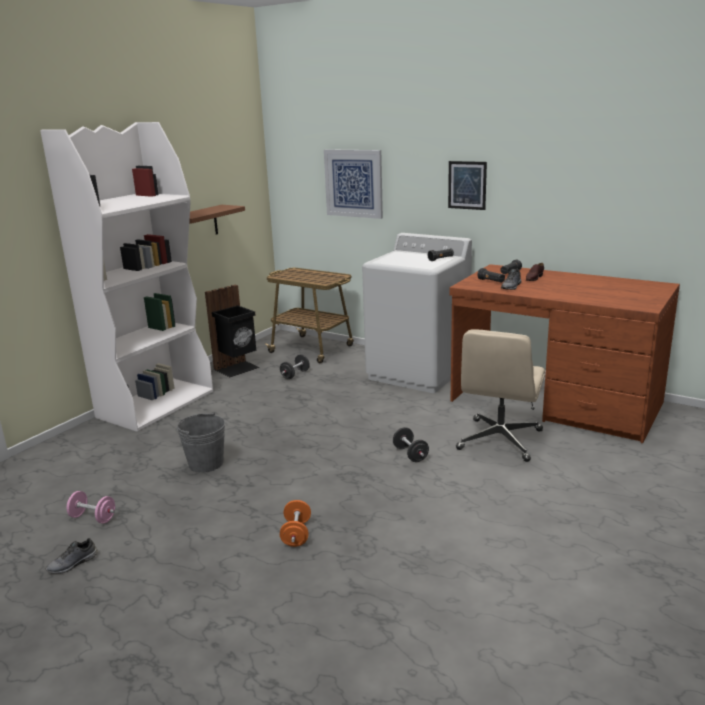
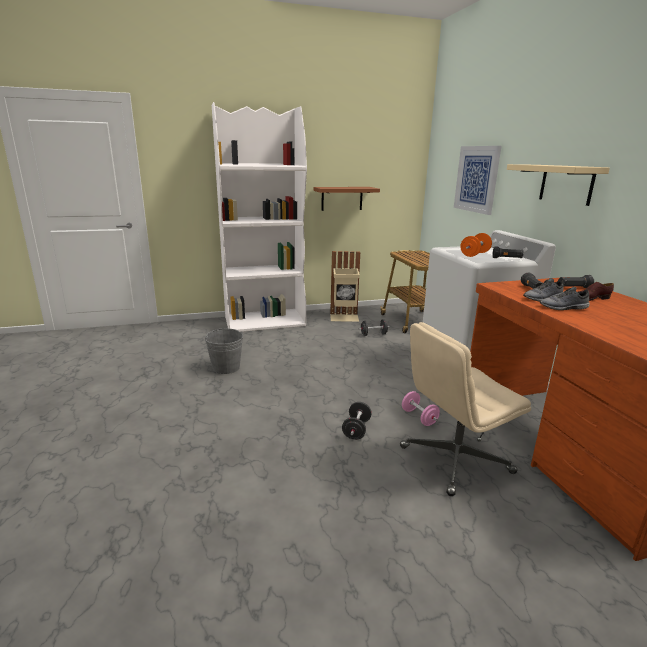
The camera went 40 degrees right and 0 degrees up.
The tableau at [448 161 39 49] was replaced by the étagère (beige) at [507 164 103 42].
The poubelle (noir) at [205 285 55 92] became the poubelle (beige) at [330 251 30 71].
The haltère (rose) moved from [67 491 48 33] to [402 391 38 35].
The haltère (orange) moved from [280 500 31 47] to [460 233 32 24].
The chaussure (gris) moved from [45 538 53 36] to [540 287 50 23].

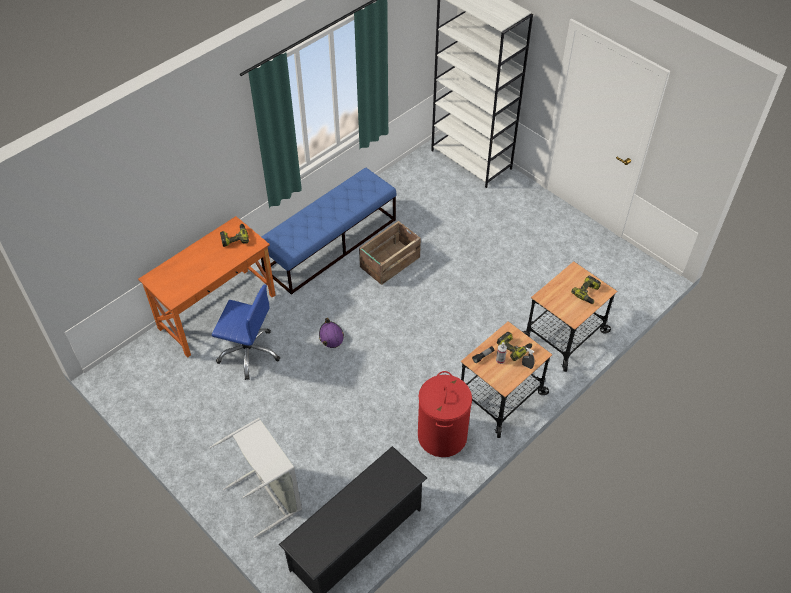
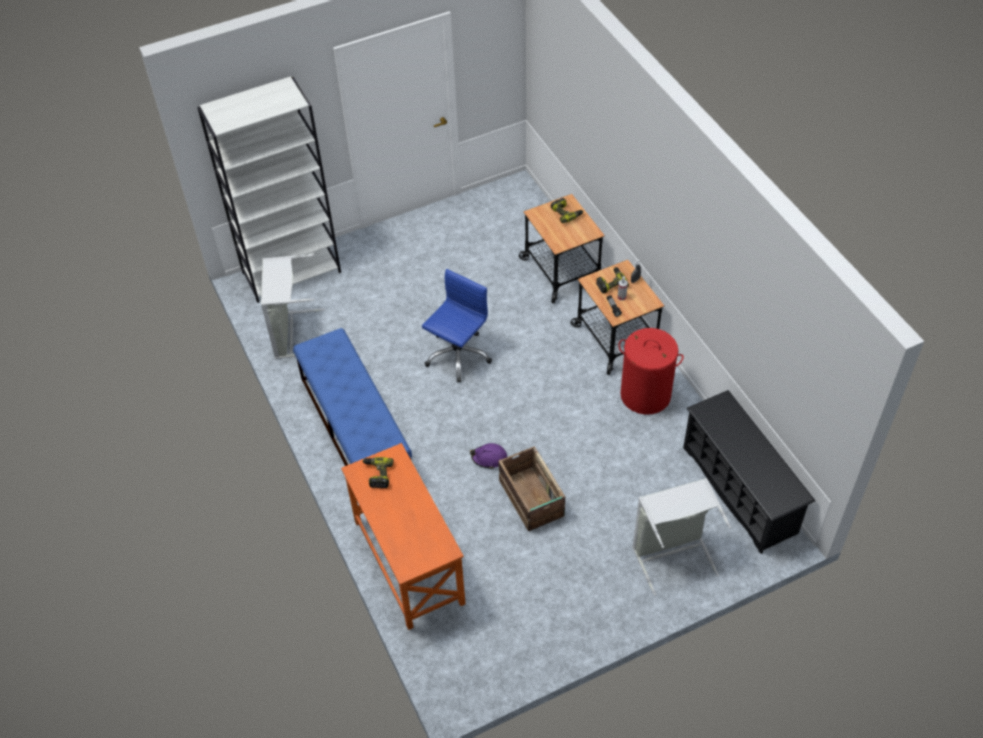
The camera went 70 degrees left and 0 degrees up.
The caisse moved from [359 221 62 64] to [498 446 67 86].
The chaise de bureau (bleu) moved from [212 284 69 96] to [422 269 70 113].
The panier à linge (gris) at [261 255 64 104] appeared.

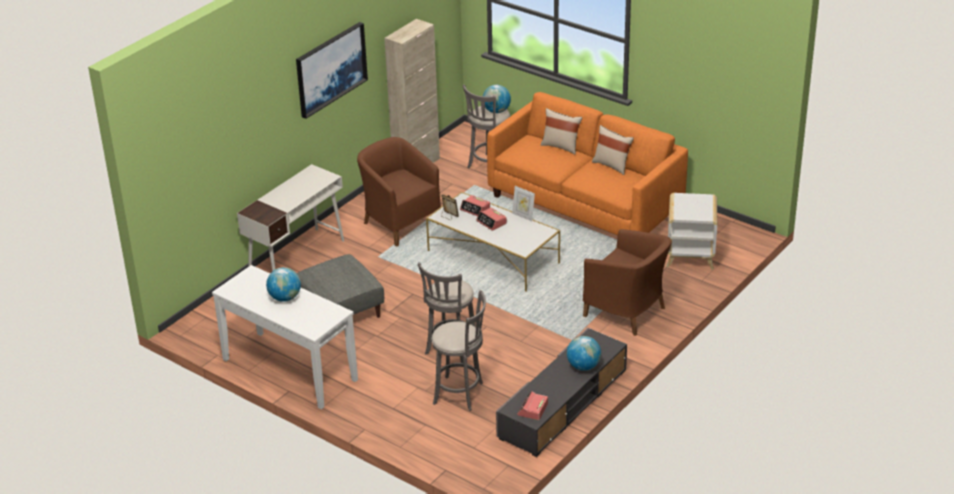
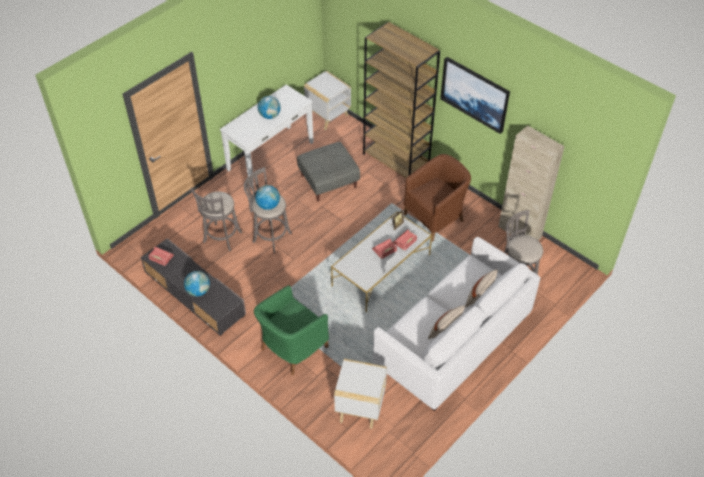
The camera went 95 degrees right and 15 degrees up.
The globe moved from [483 85 28 28] to [255 185 25 25].
The canapé (orange) at [487 92 201 143] became the canapé (blanc) at [373 237 167 175].
The bureau (blanc) at [237 164 107 107] was replaced by the bibliothèque (marron) at [363 22 77 156].
The fauteuil (marron) at [583 229 89 107] became the fauteuil (vert) at [254 286 75 89].
The table d'appoint (blanc) at [304 71 47 59] appeared.

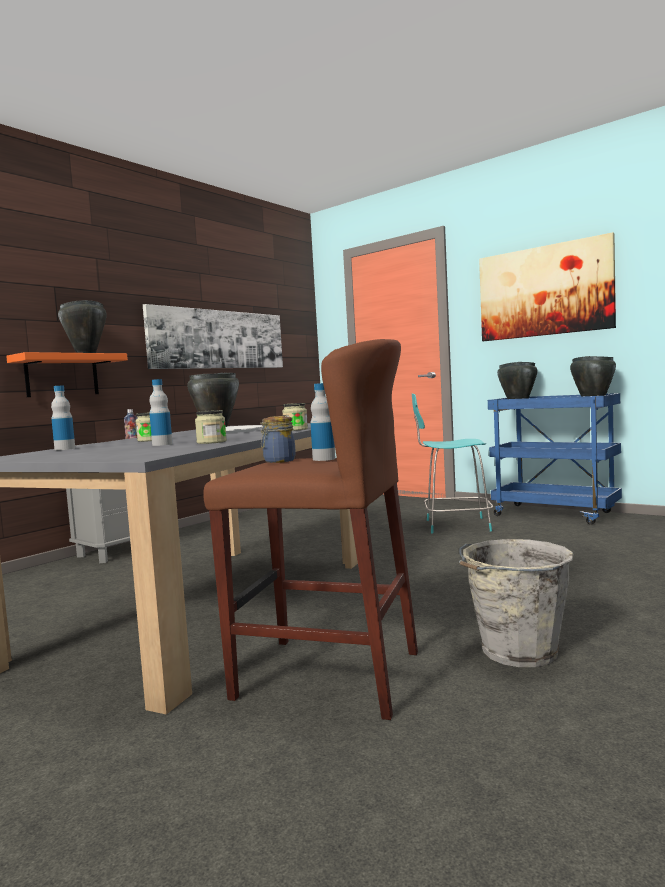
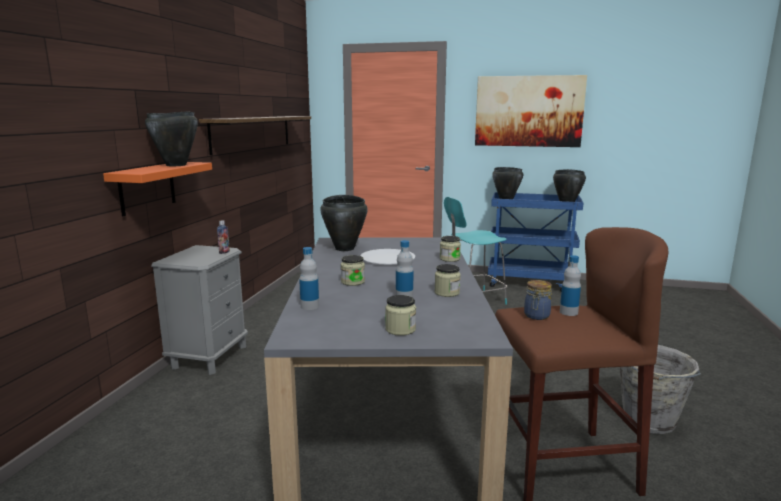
The camera went 25 degrees left and 10 degrees up.
The tableau at [143 304 140 65] was replaced by the étagère at [199 116 112 39].
The bocal at [385 295 31 41] appeared.

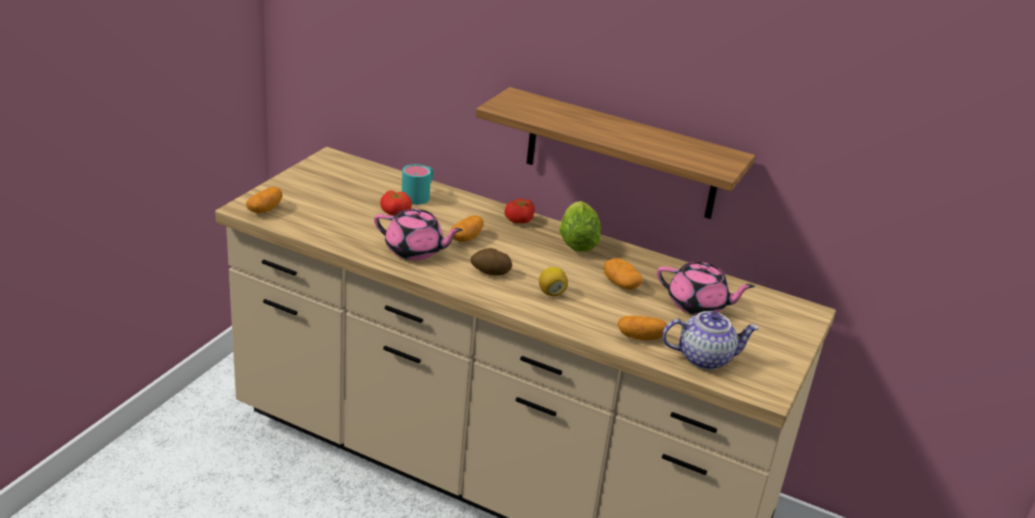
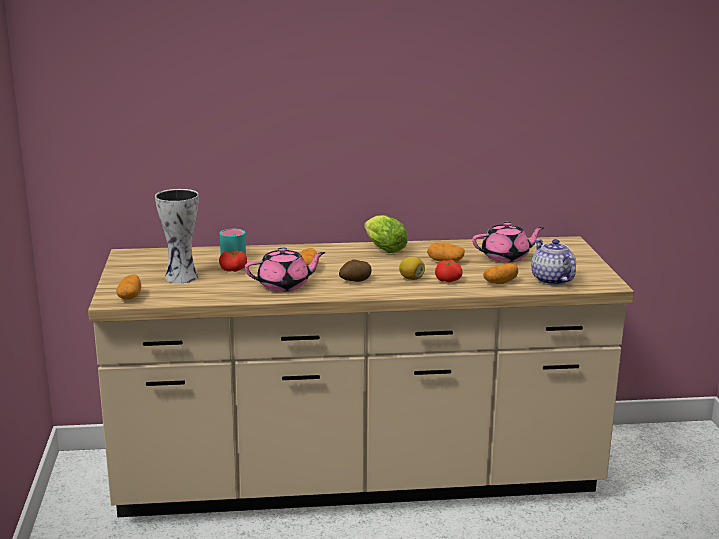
The camera went 30 degrees left and 10 degrees down.
The étagère at [476 87 279 132] disappeared.
The tomate moved from [505 198 30 25] to [435 259 28 23].
The théière at [662 311 97 59] turned 75 degrees counterclockwise.
The vase at [155 189 44 94] appeared.

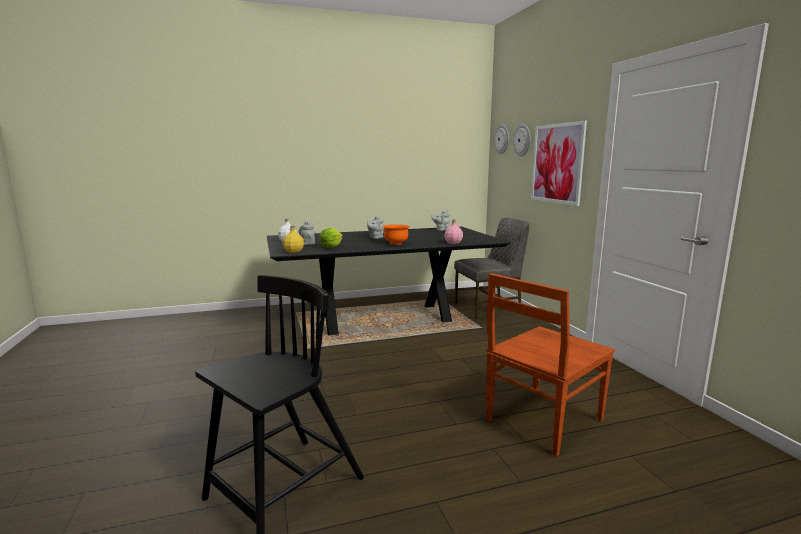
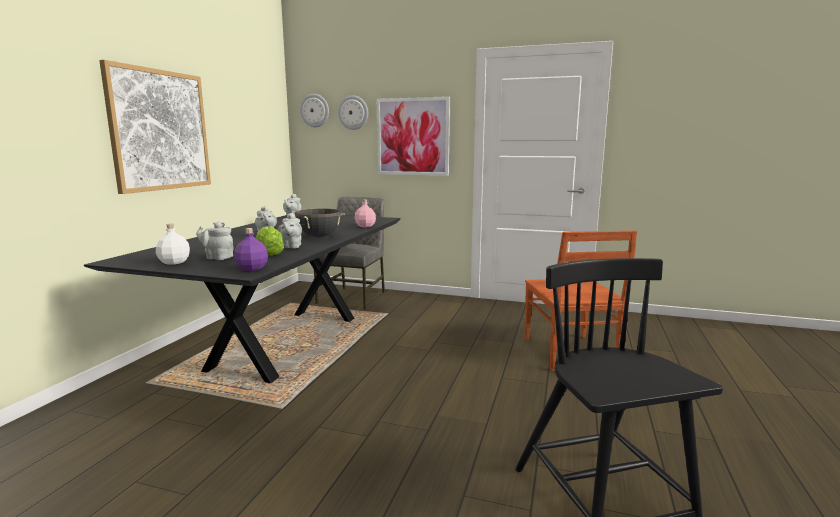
The camera went 55 degrees left and 0 degrees up.
The bol (orange) at [382 225 28 20] was replaced by the marmite (noir) at [293 208 52 29].
The bouteille (jaune) at [282 226 22 27] became the bouteille (violet) at [234 228 34 43].
The tableau at [99 60 112 134] appeared.
The théière (gris) at [278 213 24 35] appeared.

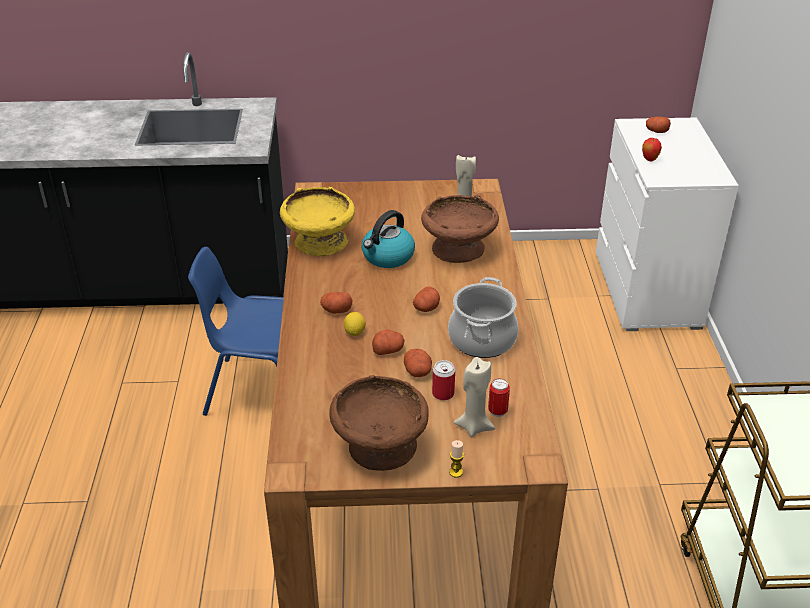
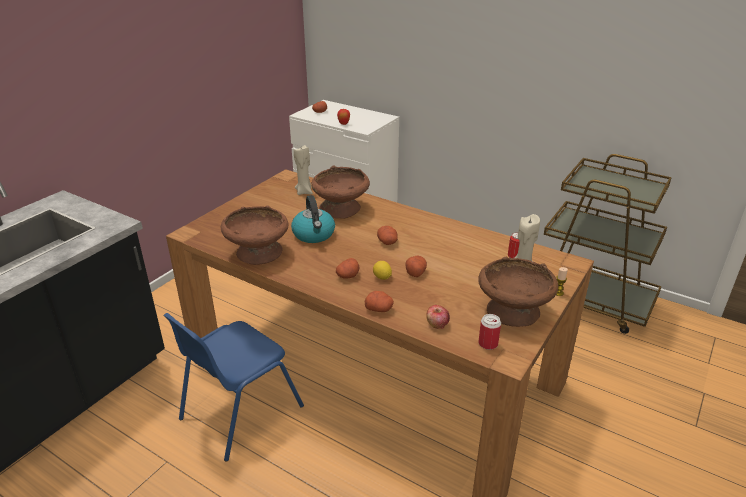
The camera went 55 degrees left and 5 degrees down.
The bol (jaune) at [280 187 75 69] became the bol (marron) at [221 206 67 59].
The marmite at [448 277 70 81] disappeared.
The pomme de terre moved from [404 349 28 28] to [365 291 29 21].
The boîte métallique moved from [432 360 23 40] to [478 314 23 36].
The pomme at [426 305 24 24] appeared.

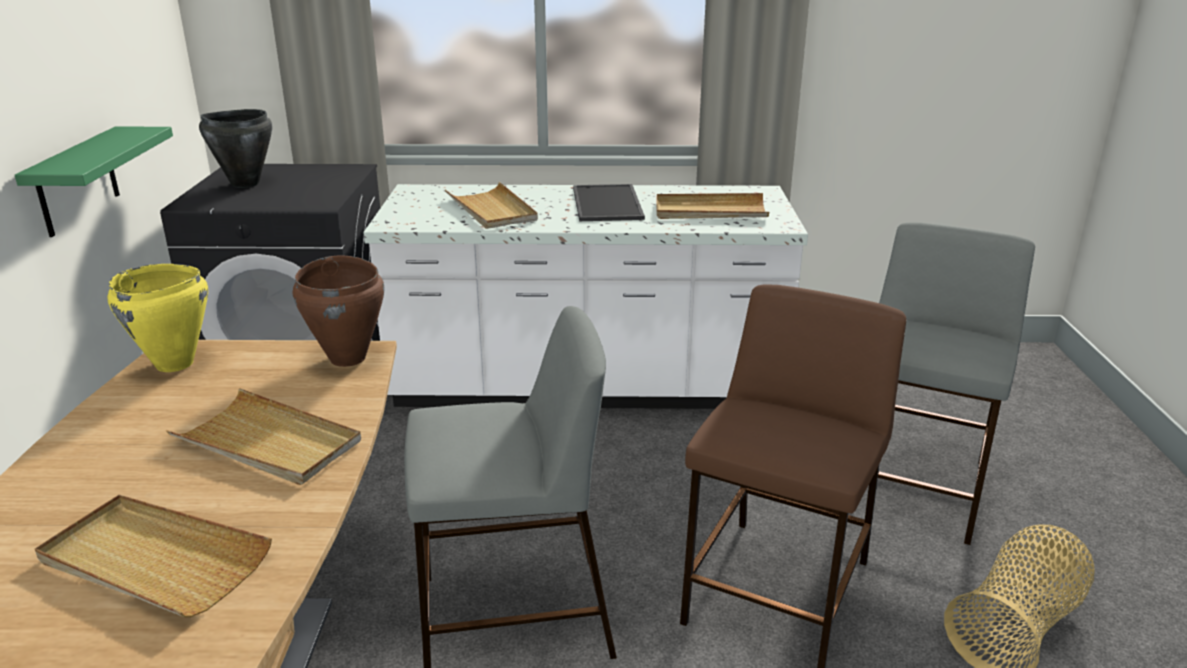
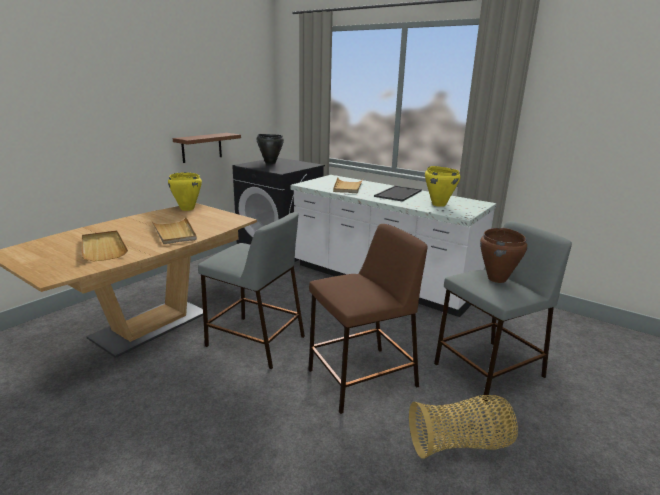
The camera went 35 degrees right and 5 degrees down.
The étagère (vert) at [15 127 158 110] became the étagère (marron) at [173 133 68 30].
The plateau (beige) at [656 193 113 26] was replaced by the marmite (jaune) at [425 166 36 41].
The marmite (marron) moved from [293 256 92 111] to [480 228 47 55].

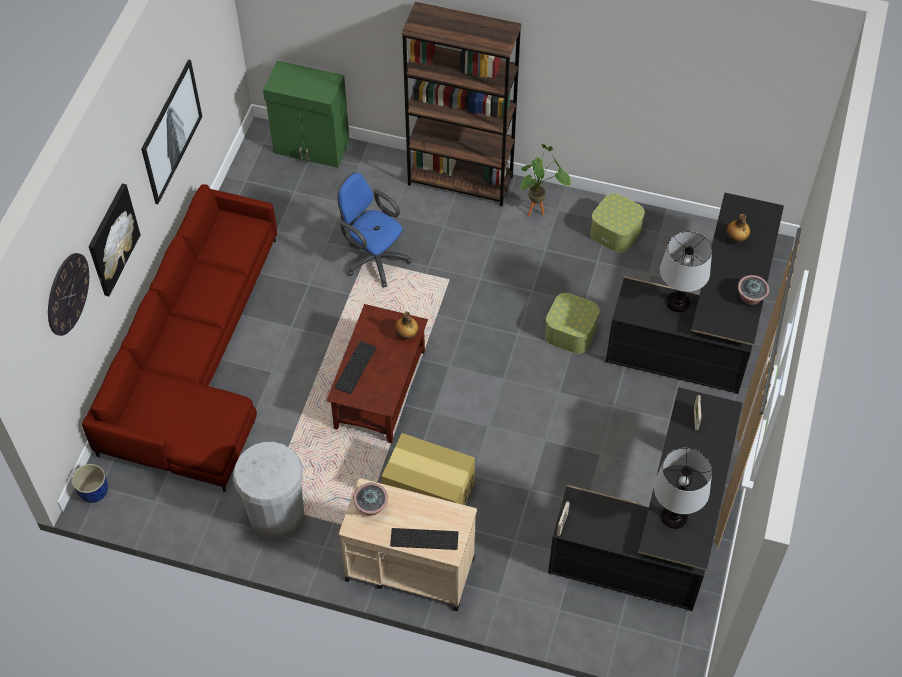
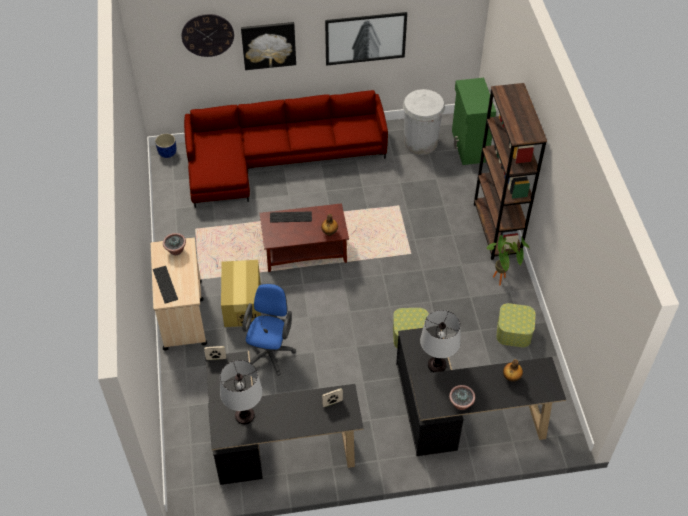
The camera went 65 degrees right and 5 degrees down.
The chaise de bureau (bleu) moved from [338 172 74 116] to [242 283 54 93].
The poubelle (blanc) moved from [233 442 71 96] to [403 89 42 66].

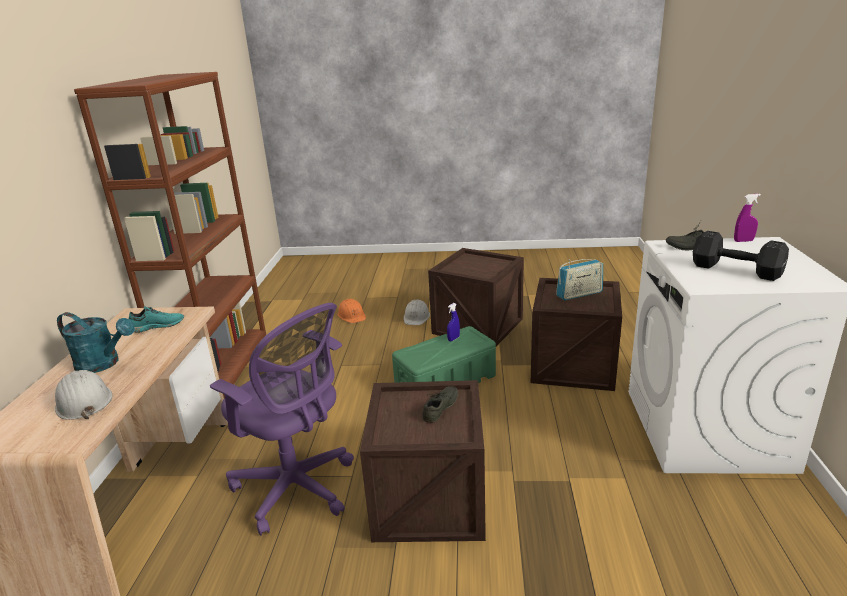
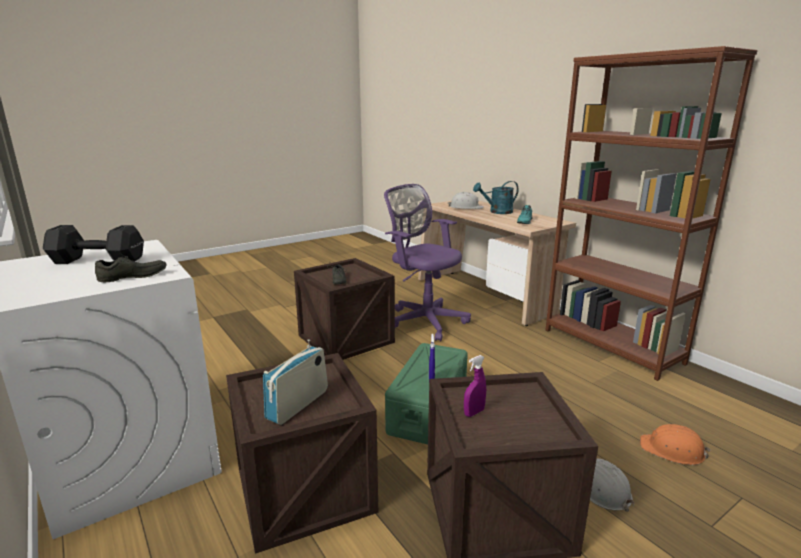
The camera went 140 degrees right and 5 degrees down.
The vaporisateur (violet) moved from [734 194 27 48] to [464 355 22 62].
The chaise de bureau (violet) at [210 303 144 233] turned 45 degrees clockwise.

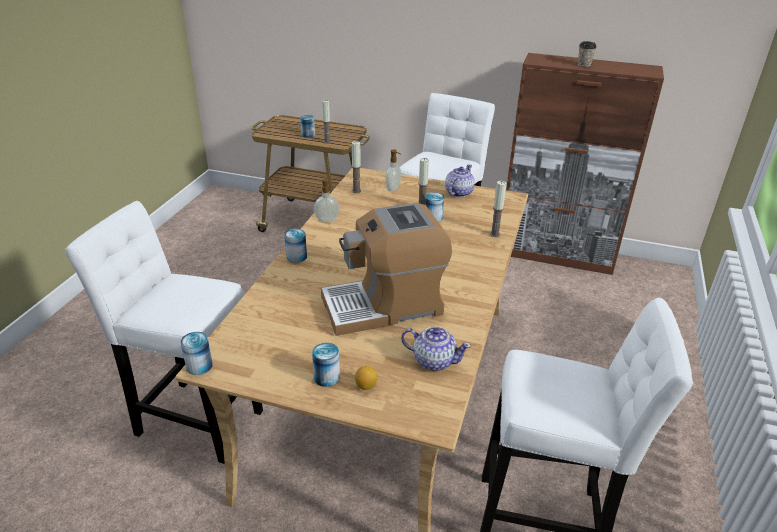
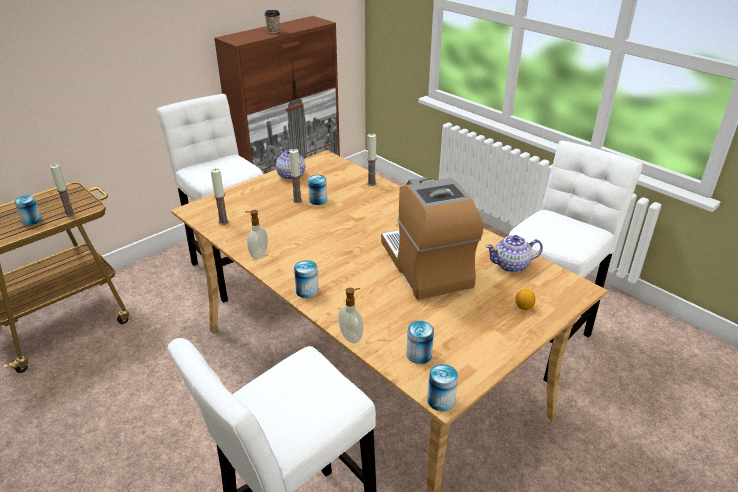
The camera went 60 degrees left and 0 degrees up.
The distributeur de savon moved from [385 149 16 43] to [338 288 25 55].
The machine à café at [321 203 131 133] turned 150 degrees clockwise.
The théière at [401 327 71 44] turned 150 degrees counterclockwise.
The boîte métallique moved from [312 343 28 44] to [407 321 27 43].

